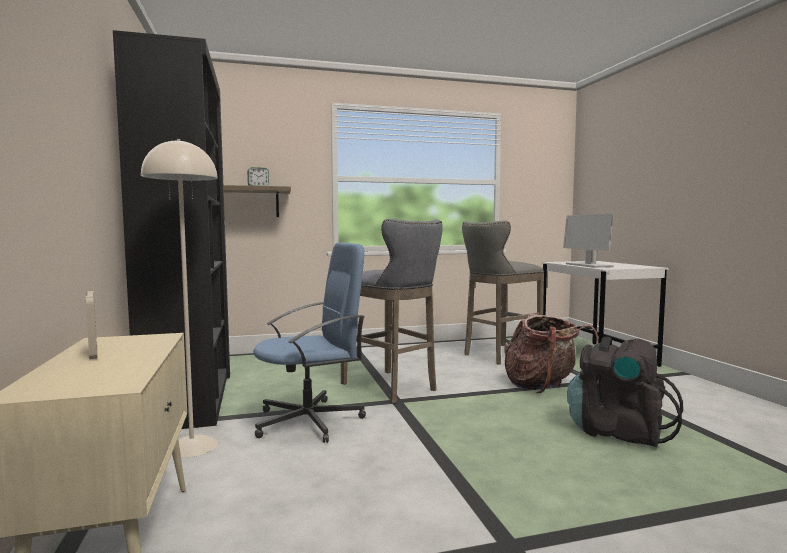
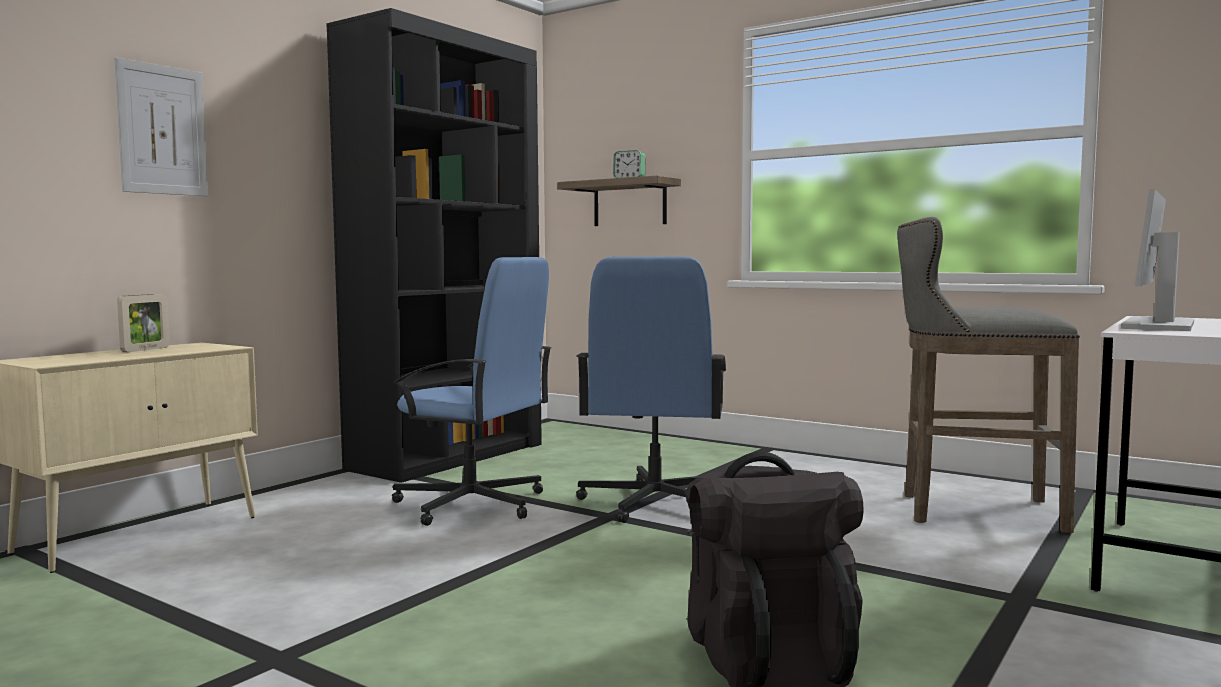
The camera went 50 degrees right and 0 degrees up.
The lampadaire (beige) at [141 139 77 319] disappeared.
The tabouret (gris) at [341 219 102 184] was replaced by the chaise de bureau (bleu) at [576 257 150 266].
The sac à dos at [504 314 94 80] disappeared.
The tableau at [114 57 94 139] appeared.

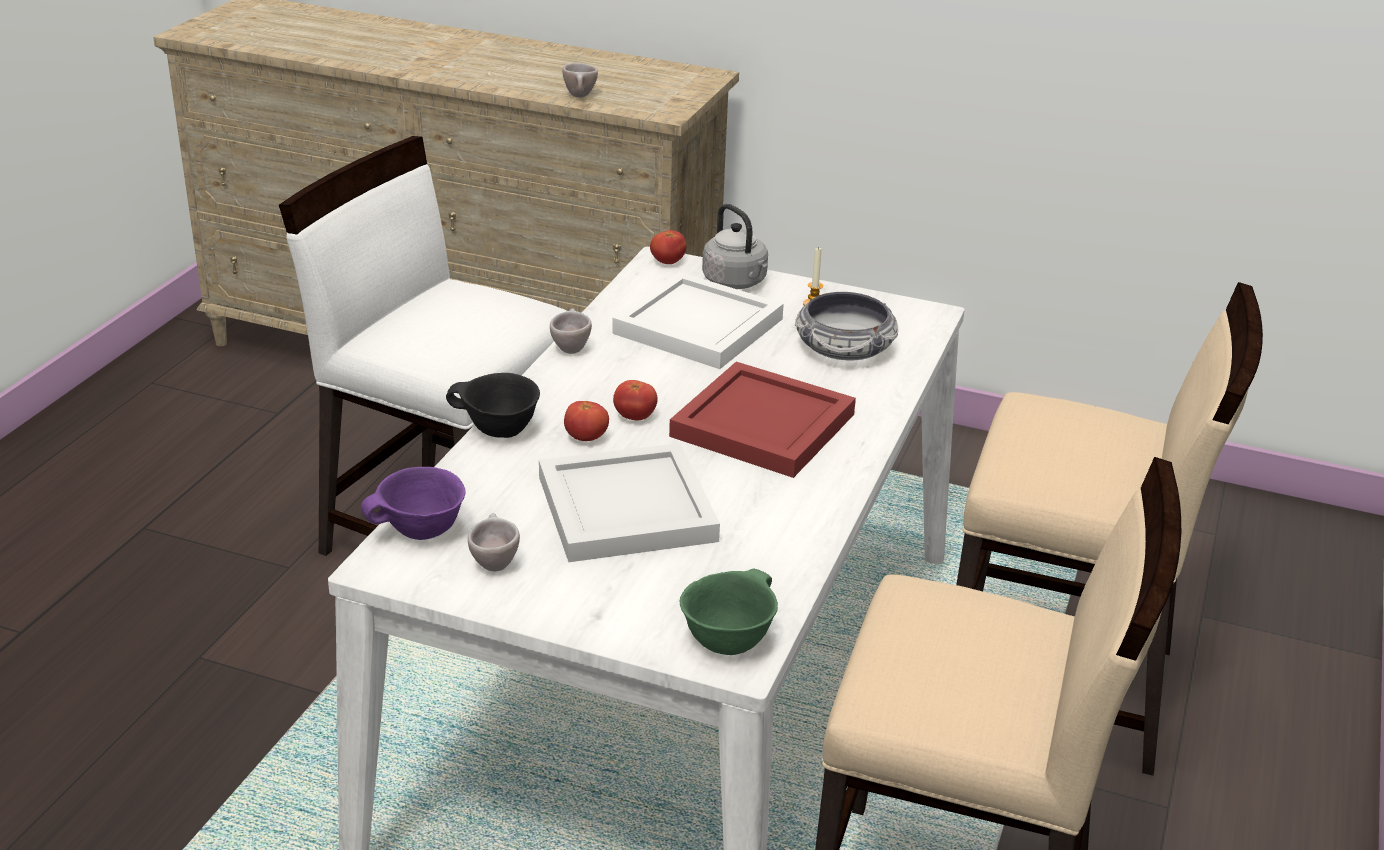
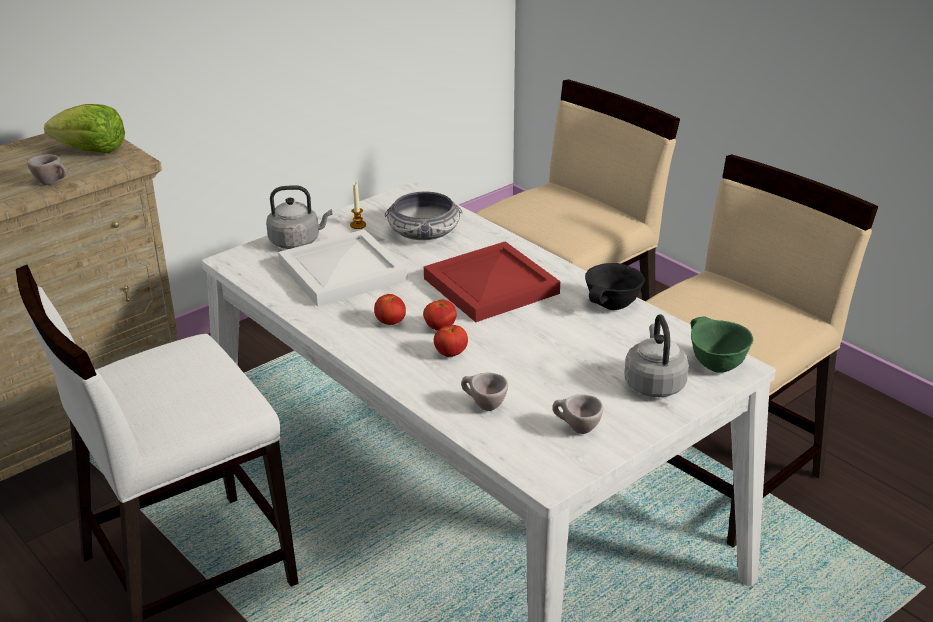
The camera went 60 degrees left and 0 degrees up.
The tomate moved from [650 230 37 34] to [374 294 32 31].
The tasse (beige) moved from [550 309 42 45] to [461 373 47 38].
The bol (noir) moved from [446 373 94 65] to [585 263 60 47].
The plateau (blanc) at [539 443 181 119] disappeared.
The bol (violet) at [361 467 105 73] disappeared.
The laitue at [44 104 81 49] appeared.
The bouilloire (gris) at [625 314 64 83] appeared.

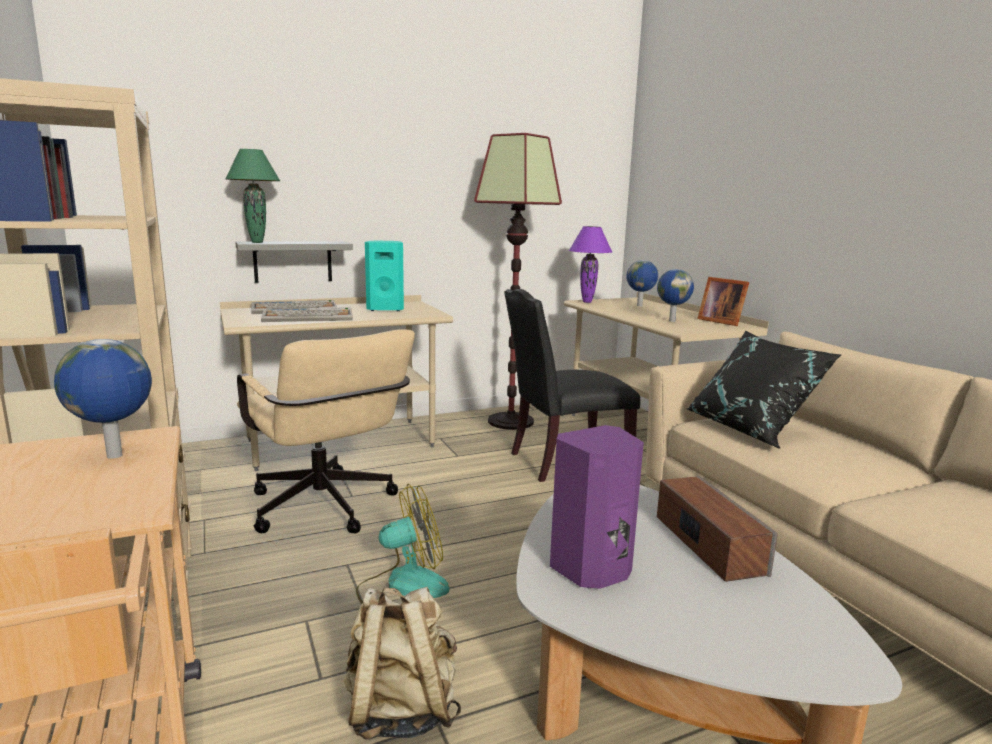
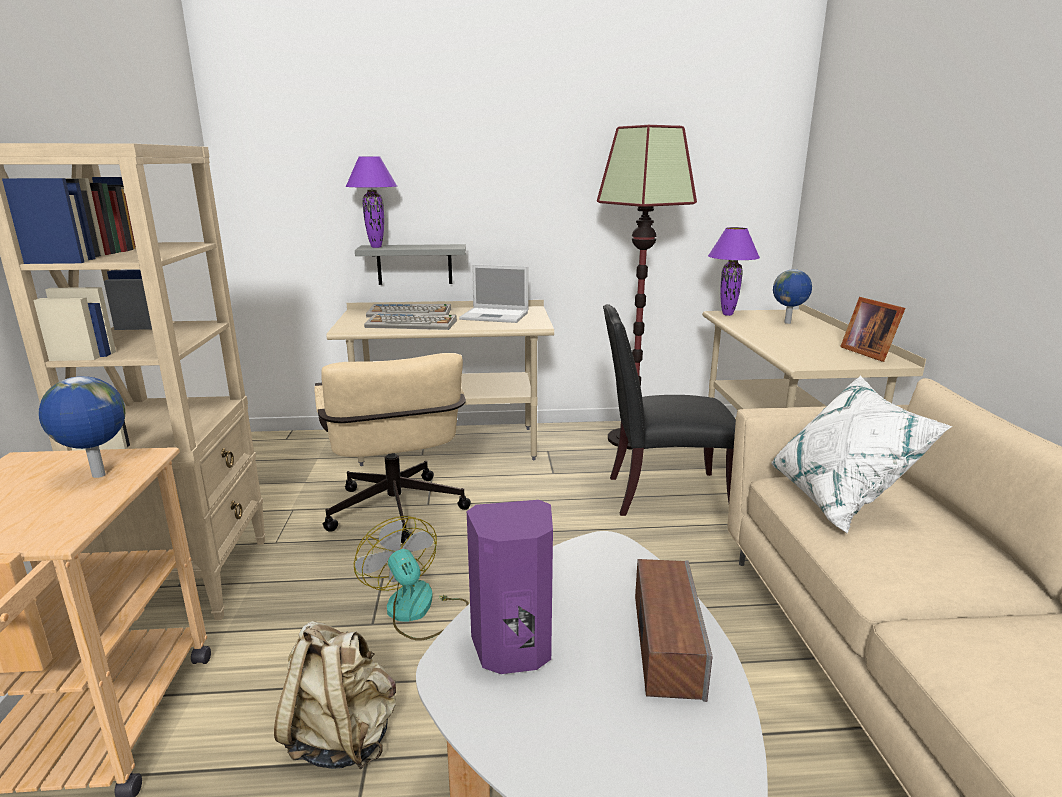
The camera went 20 degrees right and 5 degrees up.
The lampe de table (vert) at [225 149 55 94] became the lampe de table (violet) at [346 157 51 91].
The enceinte (turquoise) at [365 241 39 70] was replaced by the ordinateur portable at [459 264 69 59].
The globe at [657 269 37 53] disappeared.
The coussin (noir) at [686 331 155 118] became the coussin (blanc) at [772 376 180 157].
The ventilateur at [356 484 94 120] turned 120 degrees counterclockwise.

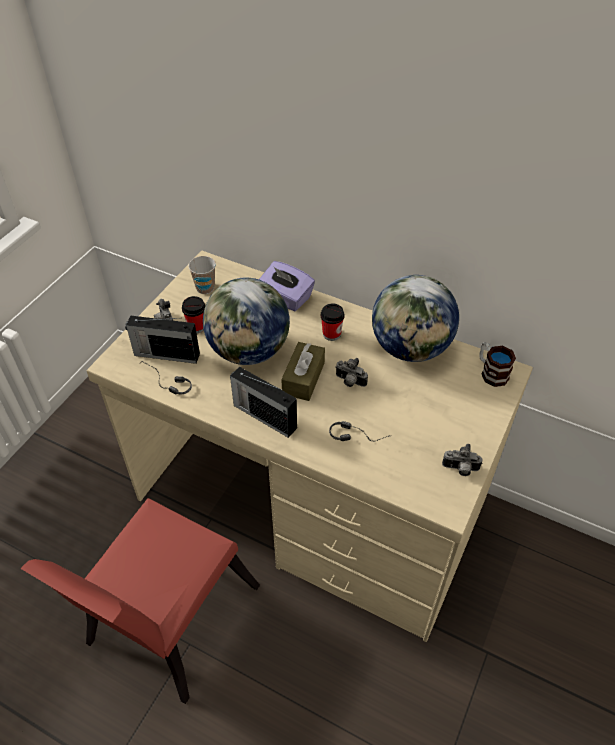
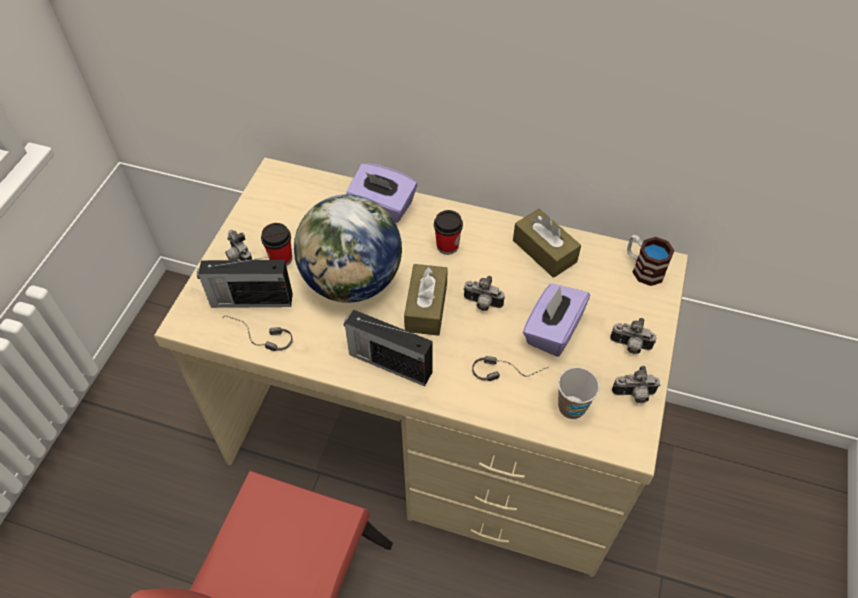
The camera went 10 degrees left and 5 degrees up.
The tasse moved from [188 256 28 38] to [558 367 42 52].
The globe at [372 275 87 87] was replaced by the boîte à mouchoirs (marron) at [513 209 68 69].
The boîte à mouchoirs (violet) at [523 284 67 73] appeared.
The appareil photo at [610 318 46 36] appeared.

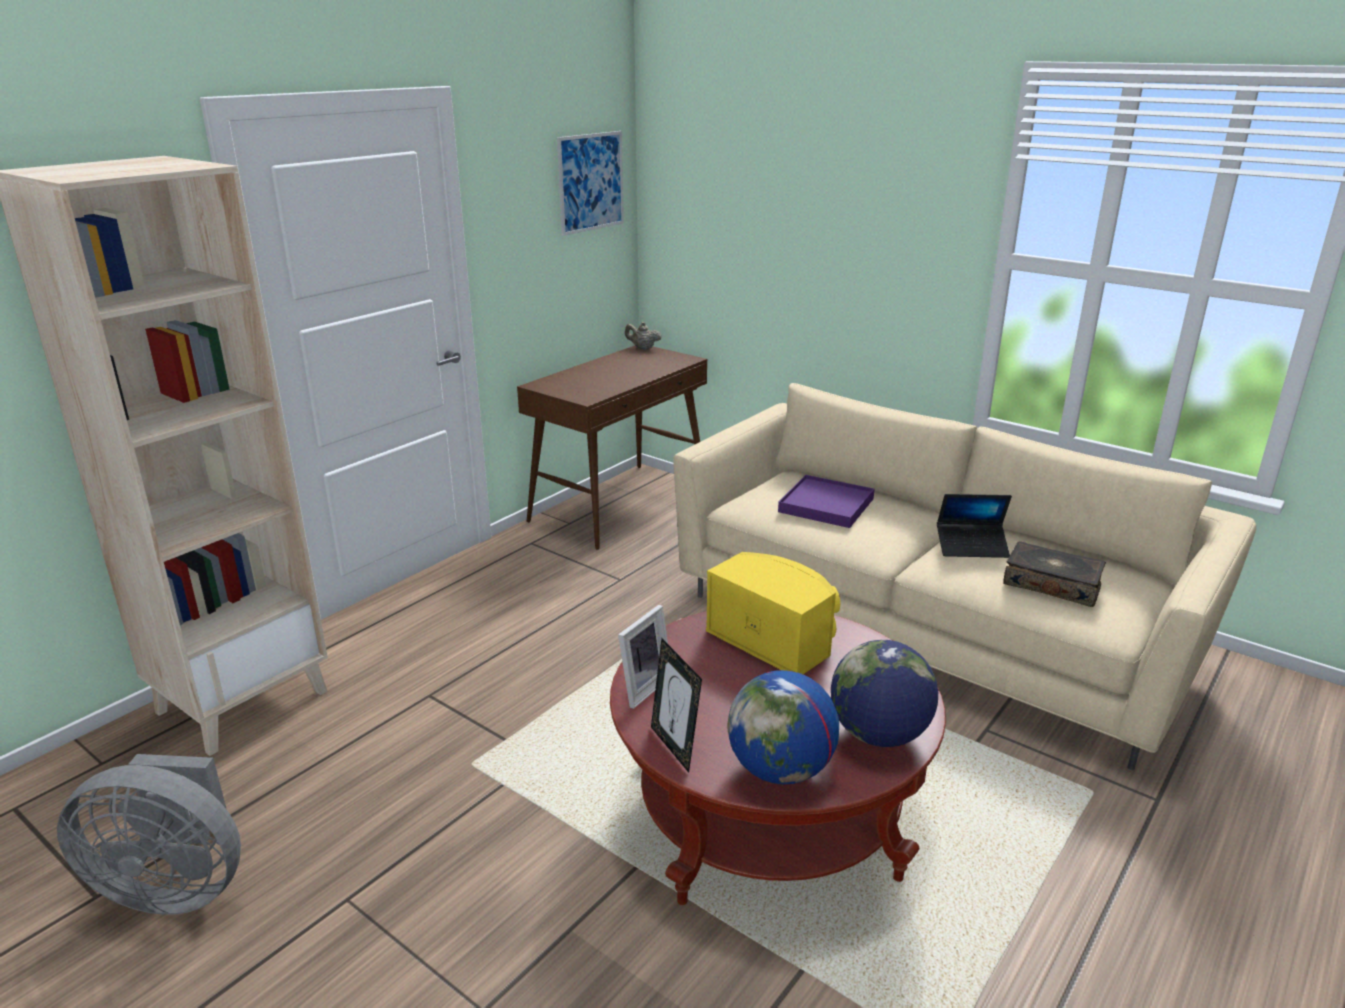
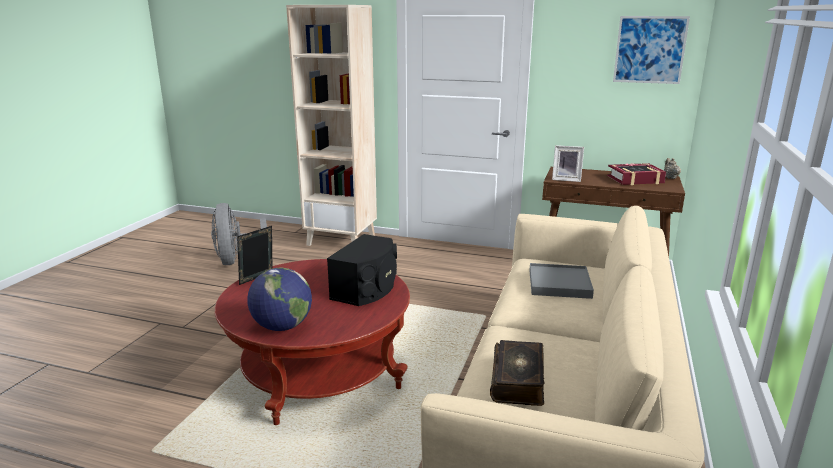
The camera went 70 degrees right and 5 degrees down.
The plateau (violet) at [778 475 96 53] became the plateau (gris) at [529 263 65 36].
The ordinateur portable at [937 494 75 64] disappeared.
The enceinte (jaune) at [706 552 134 122] became the enceinte (noir) at [327 234 70 72].
The cadre photo moved from [618 605 50 104] to [552 145 32 37].
The globe at [727 670 112 114] disappeared.
The livre at [607 163 59 22] appeared.

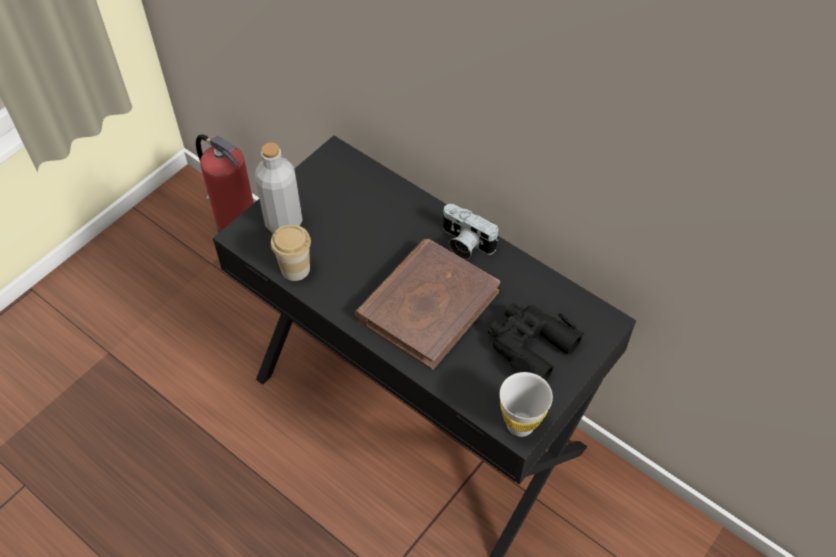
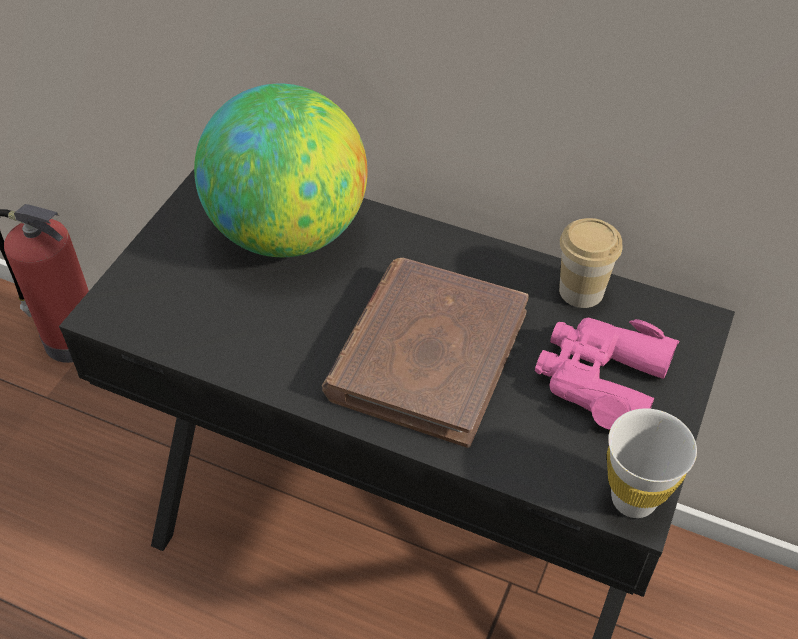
The camera went 15 degrees left and 5 degrees down.
The bouteille (gris) at [255 142 48 91] disappeared.
The appareil photo at [443 204 55 55] disappeared.
The tasse moved from [271 225 40 56] to [559 218 63 90].
The jumelles (noir) at [488 303 96 78] became the jumelles (rose) at [535 318 144 112].
The globe at [194 84 174 173] appeared.

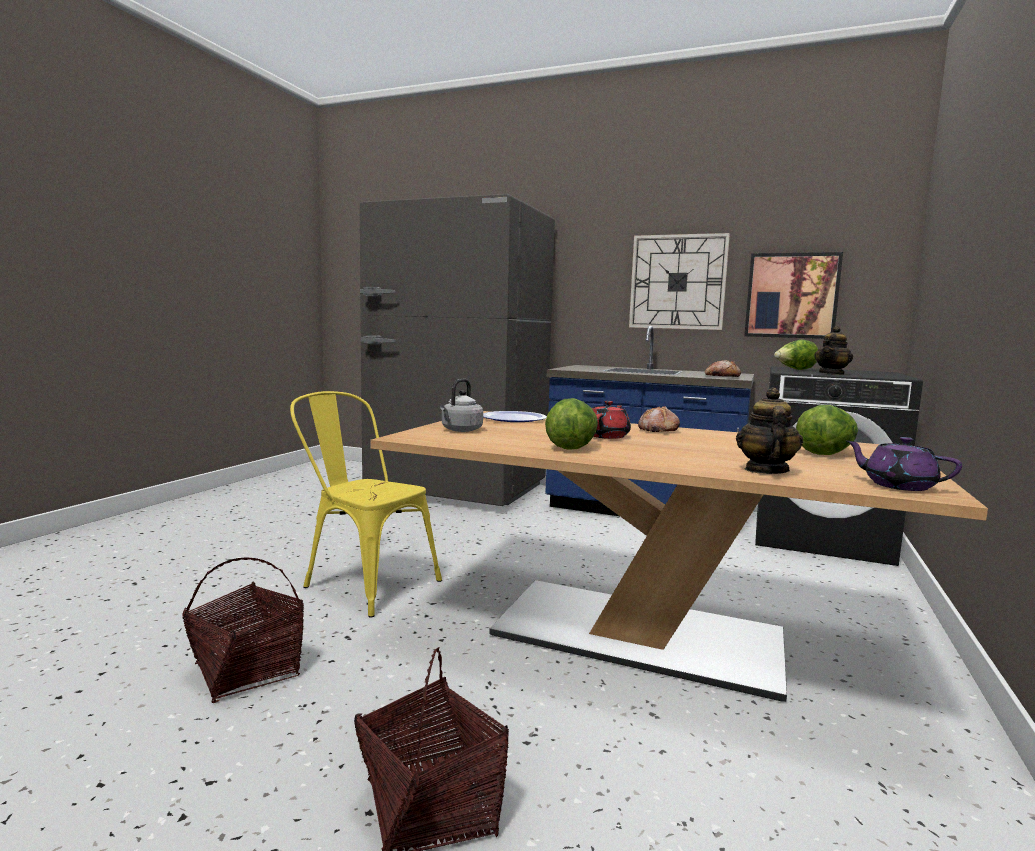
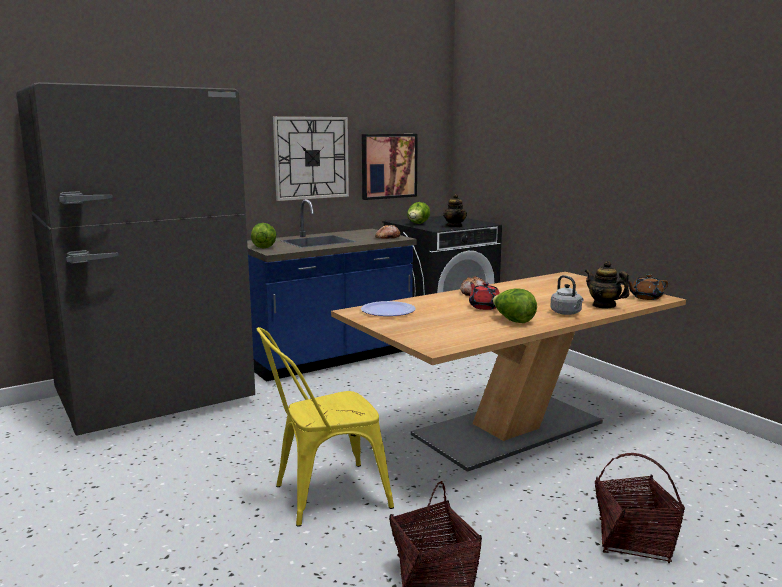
The camera went 55 degrees left and 5 degrees up.
The bouilloire (gris) moved from [440 379 43 53] to [550 275 34 40].
The laitue moved from [796 405 62 50] to [251 223 26 26].
The théière (violet) at [845 437 117 54] became the théière (marron) at [628 274 40 26].

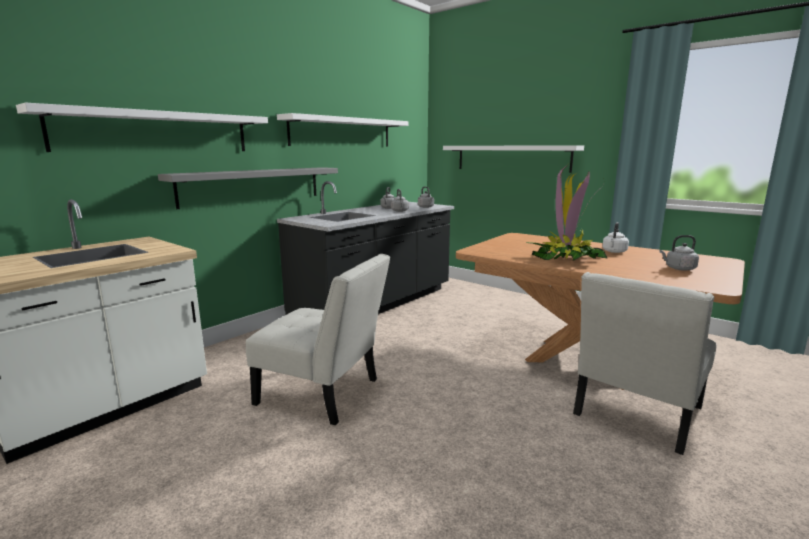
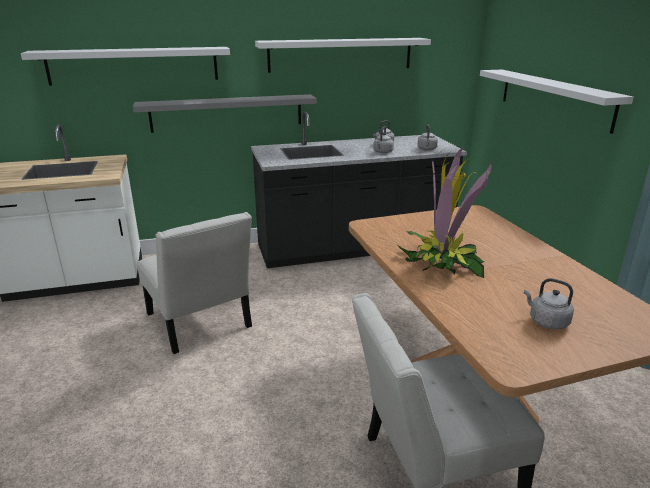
The camera went 35 degrees right and 10 degrees up.
The bouilloire (blanc) at [602 222 27 31] disappeared.

